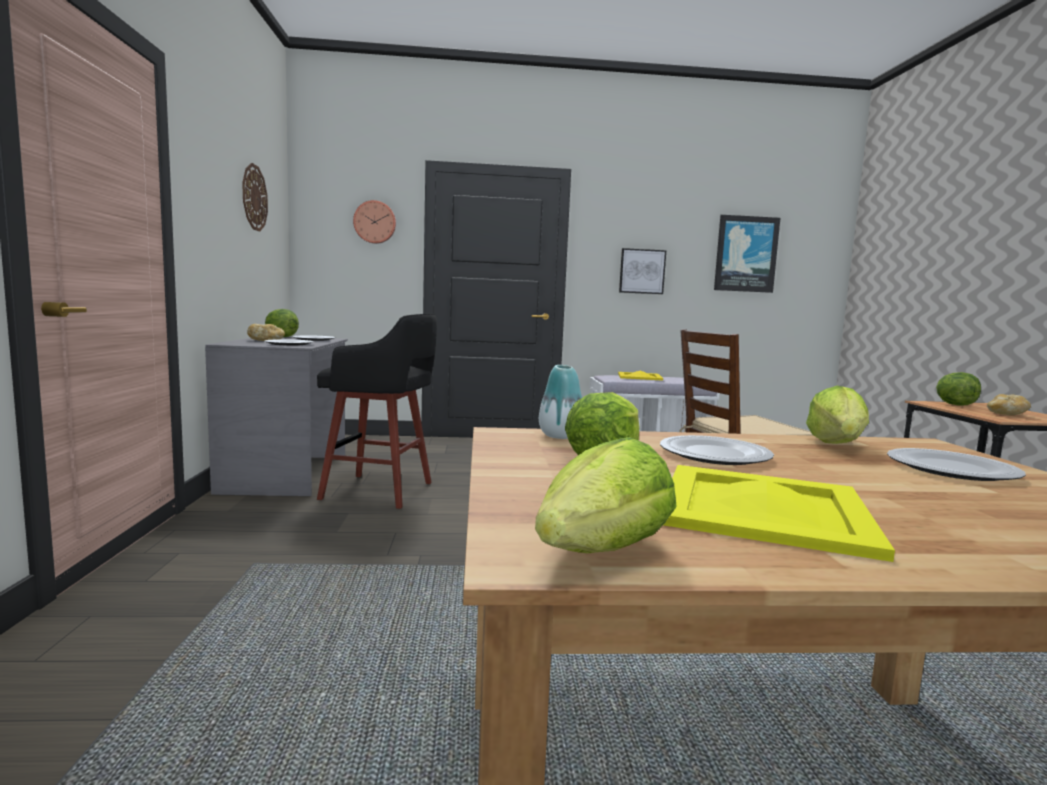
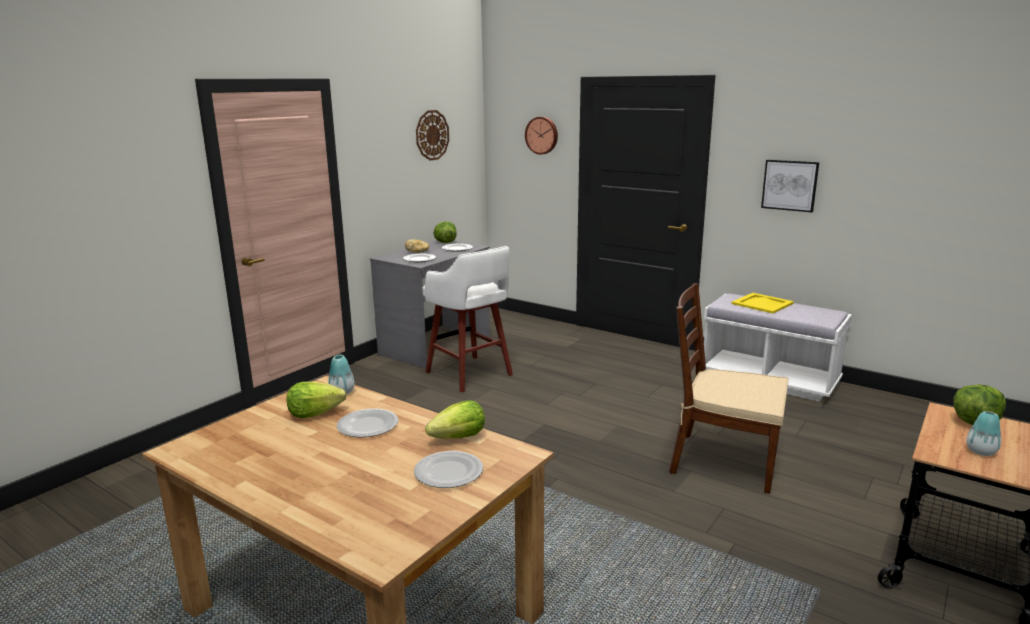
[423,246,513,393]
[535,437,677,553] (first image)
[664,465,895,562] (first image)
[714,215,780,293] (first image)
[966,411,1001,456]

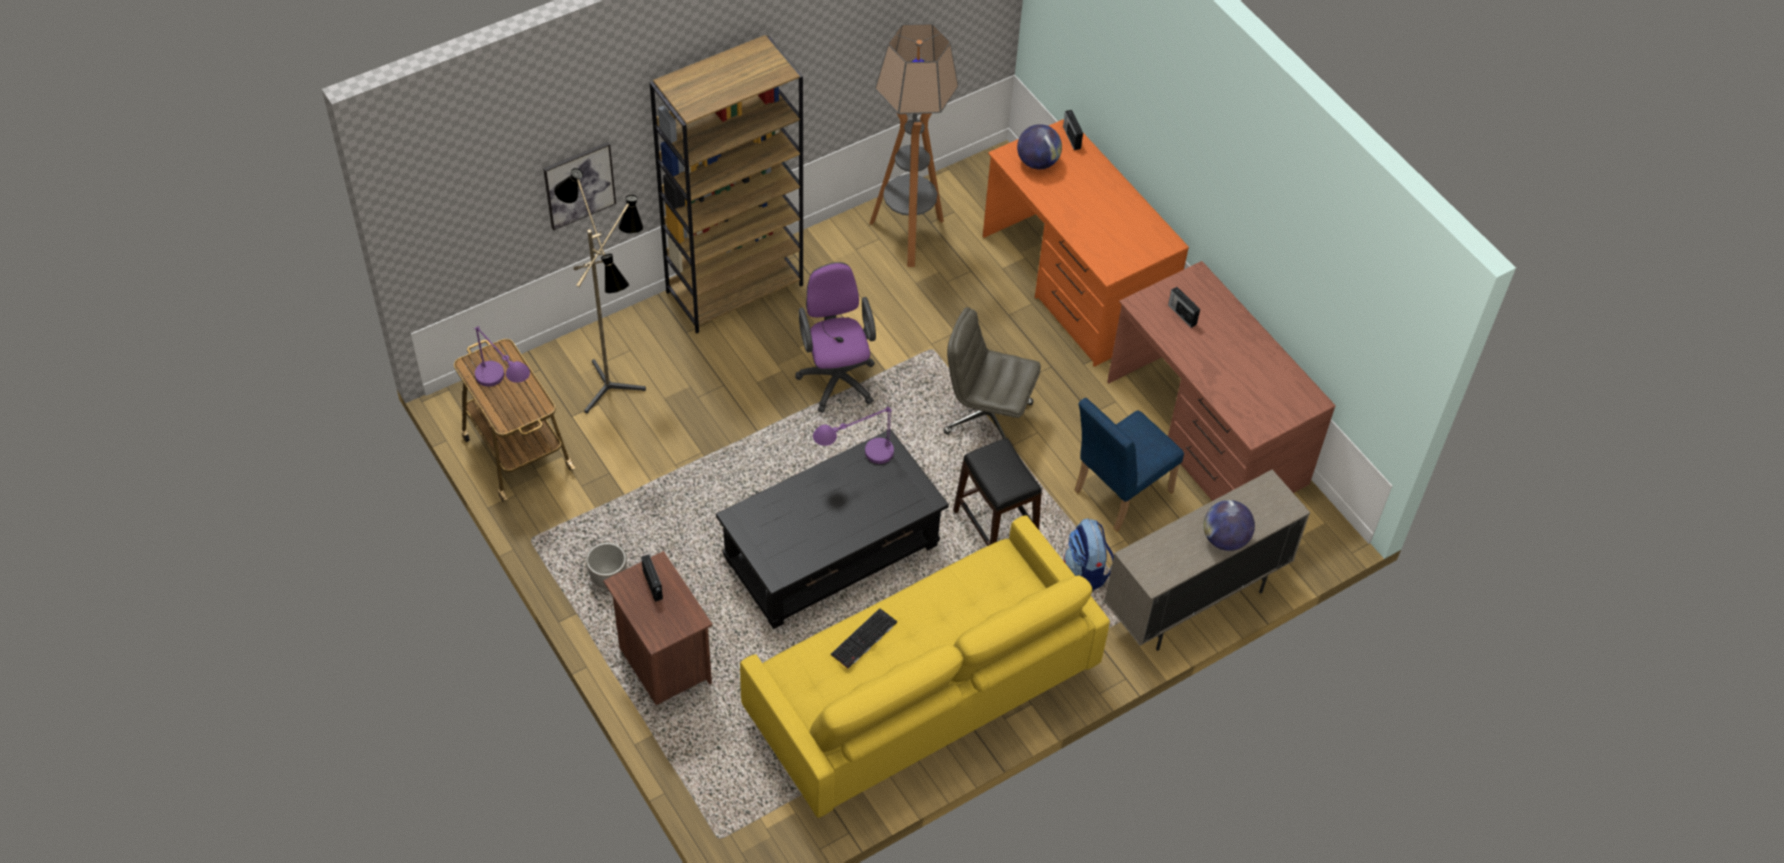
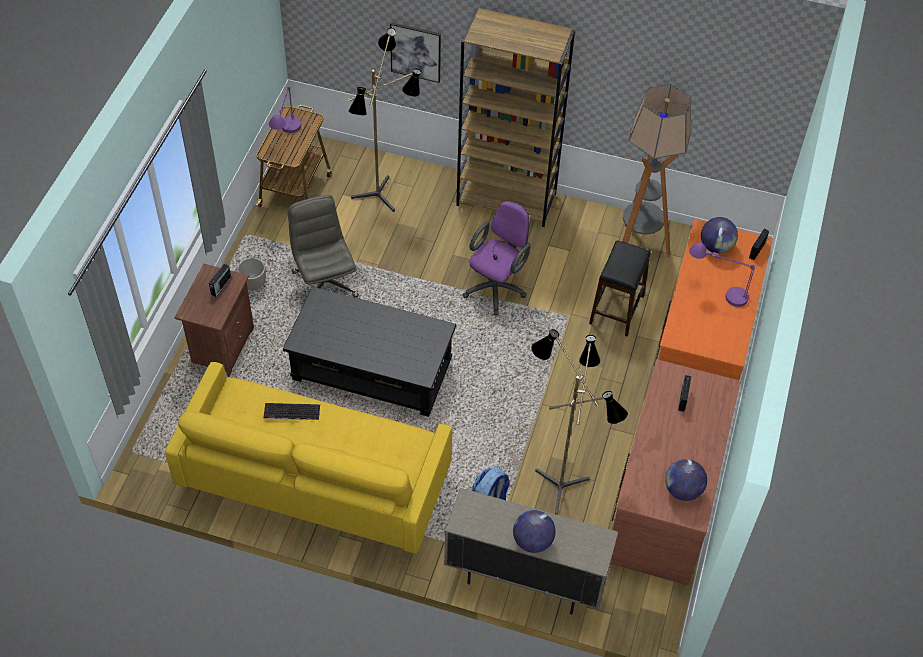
[689,243,755,307]
[288,195,359,298]
[589,241,651,337]
[531,329,628,515]
[665,459,707,501]

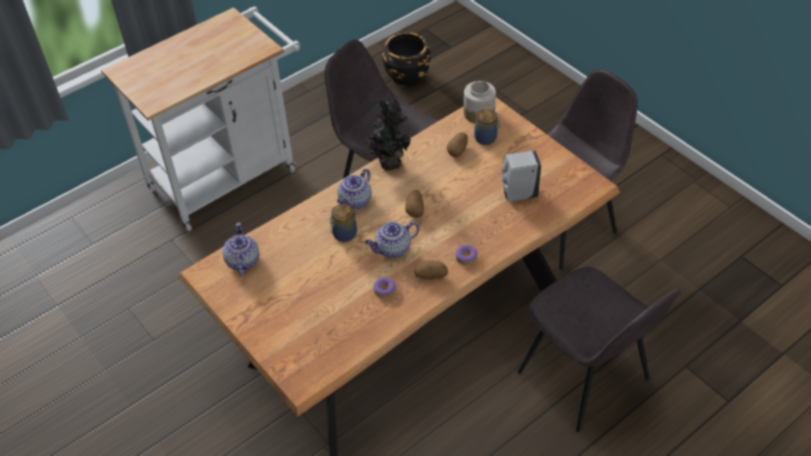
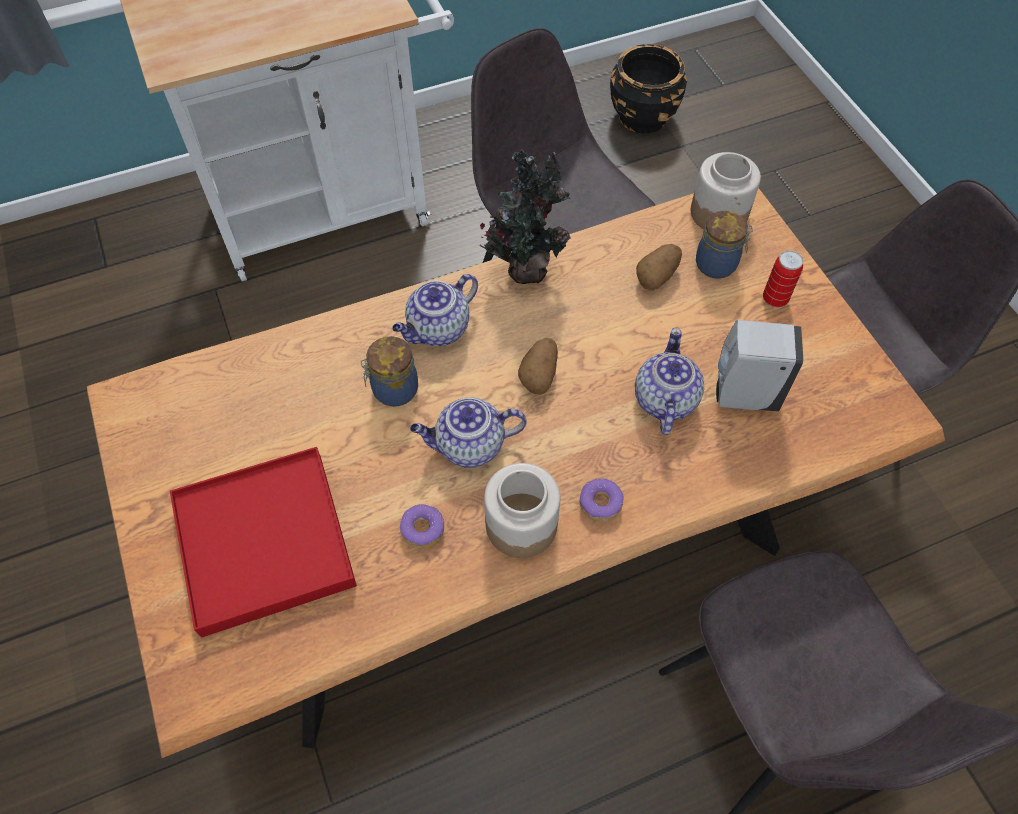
[635,328,704,435]
[484,463,560,558]
[170,447,357,637]
[763,250,803,308]

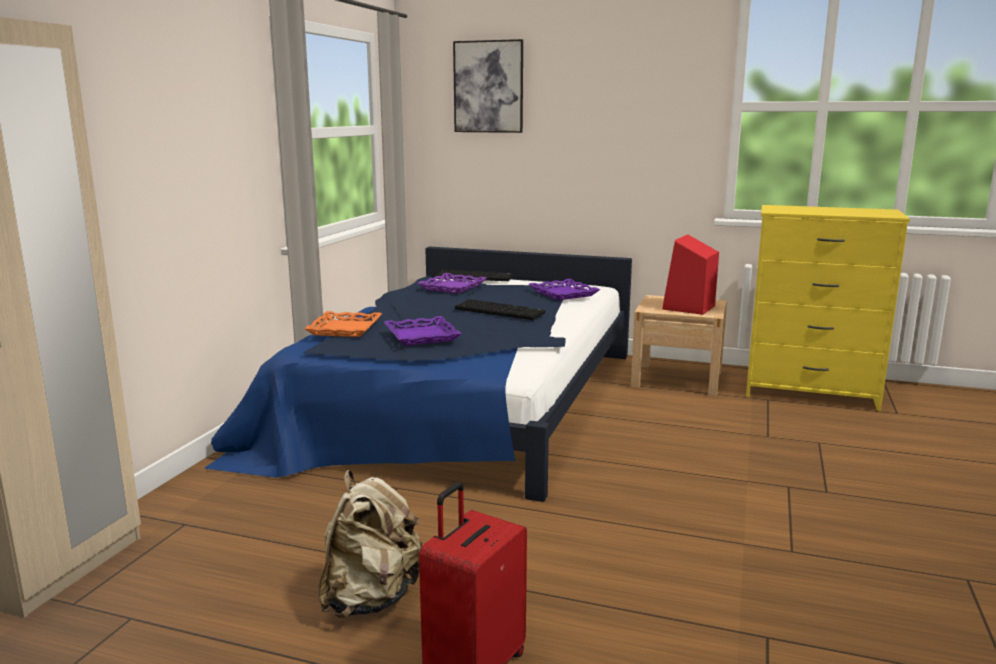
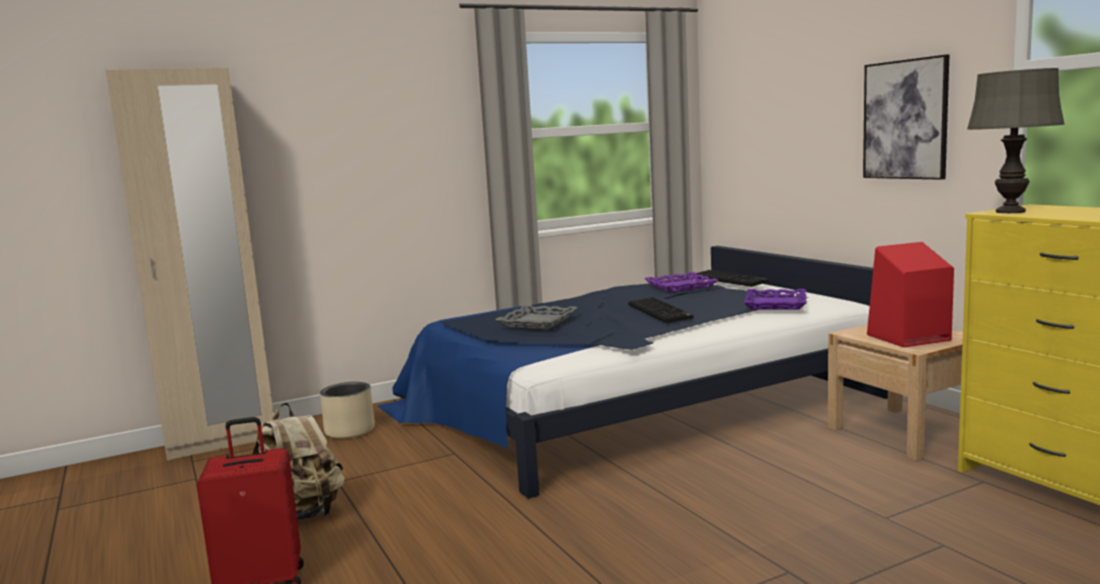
[304,311,382,337] (first image)
[495,305,578,329]
[863,54,949,180]
[320,382,375,439]
[967,68,1065,213]

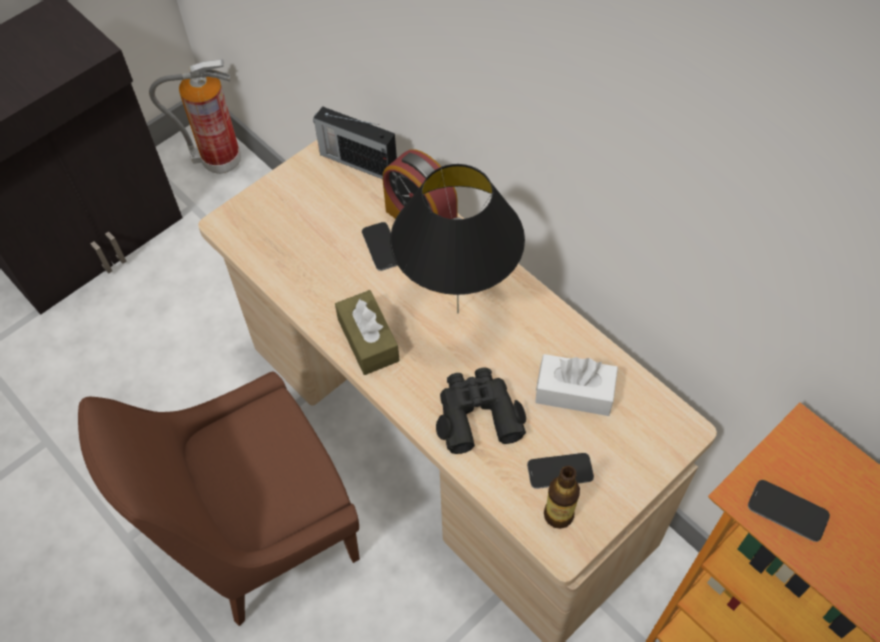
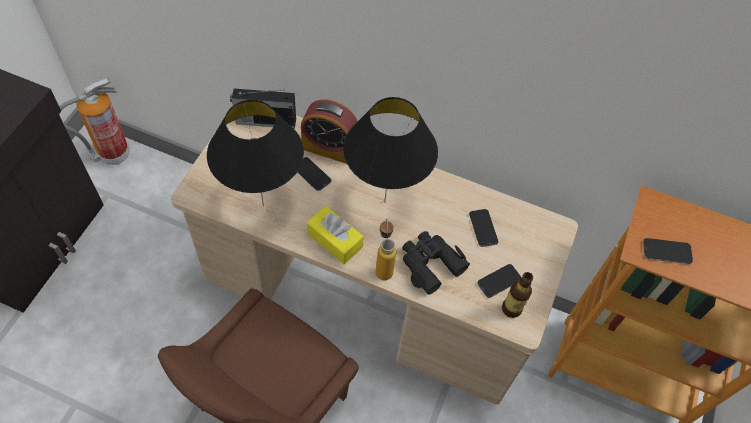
[307,206,364,264]
[469,209,498,247]
[207,100,304,206]
[376,218,396,280]

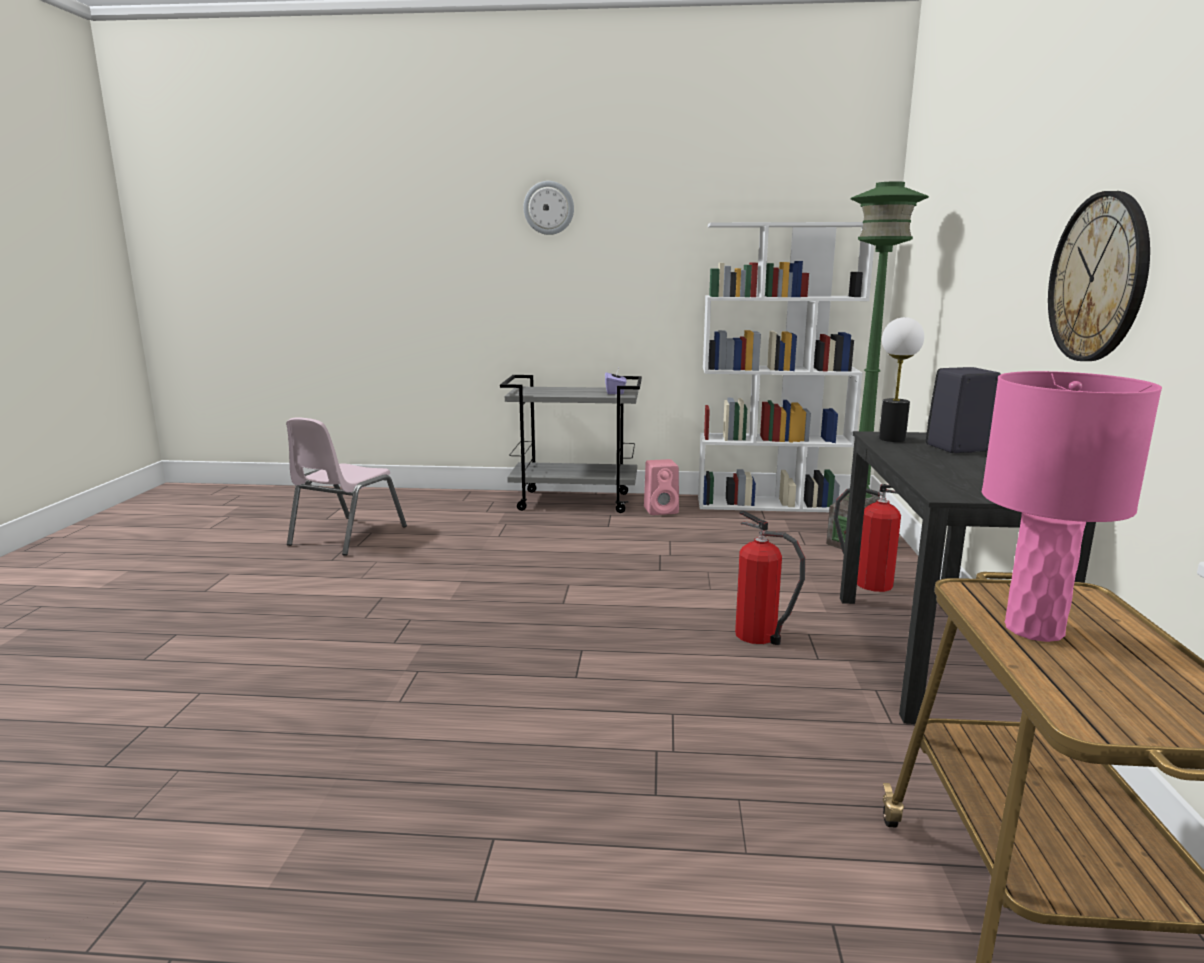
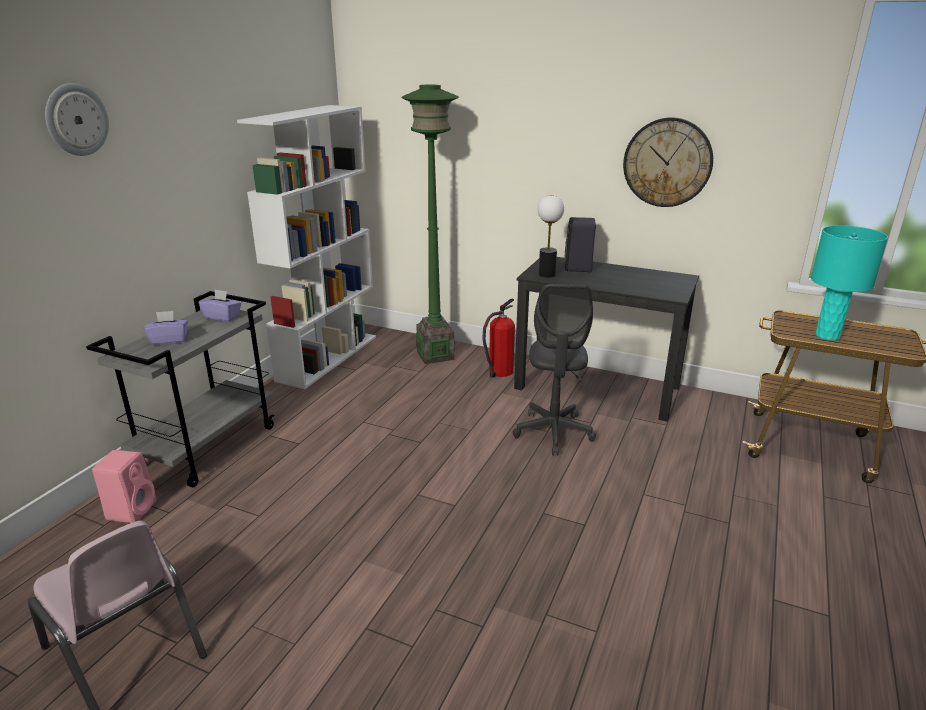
[92,450,156,523]
[512,284,596,456]
[811,225,888,340]
[143,311,188,345]

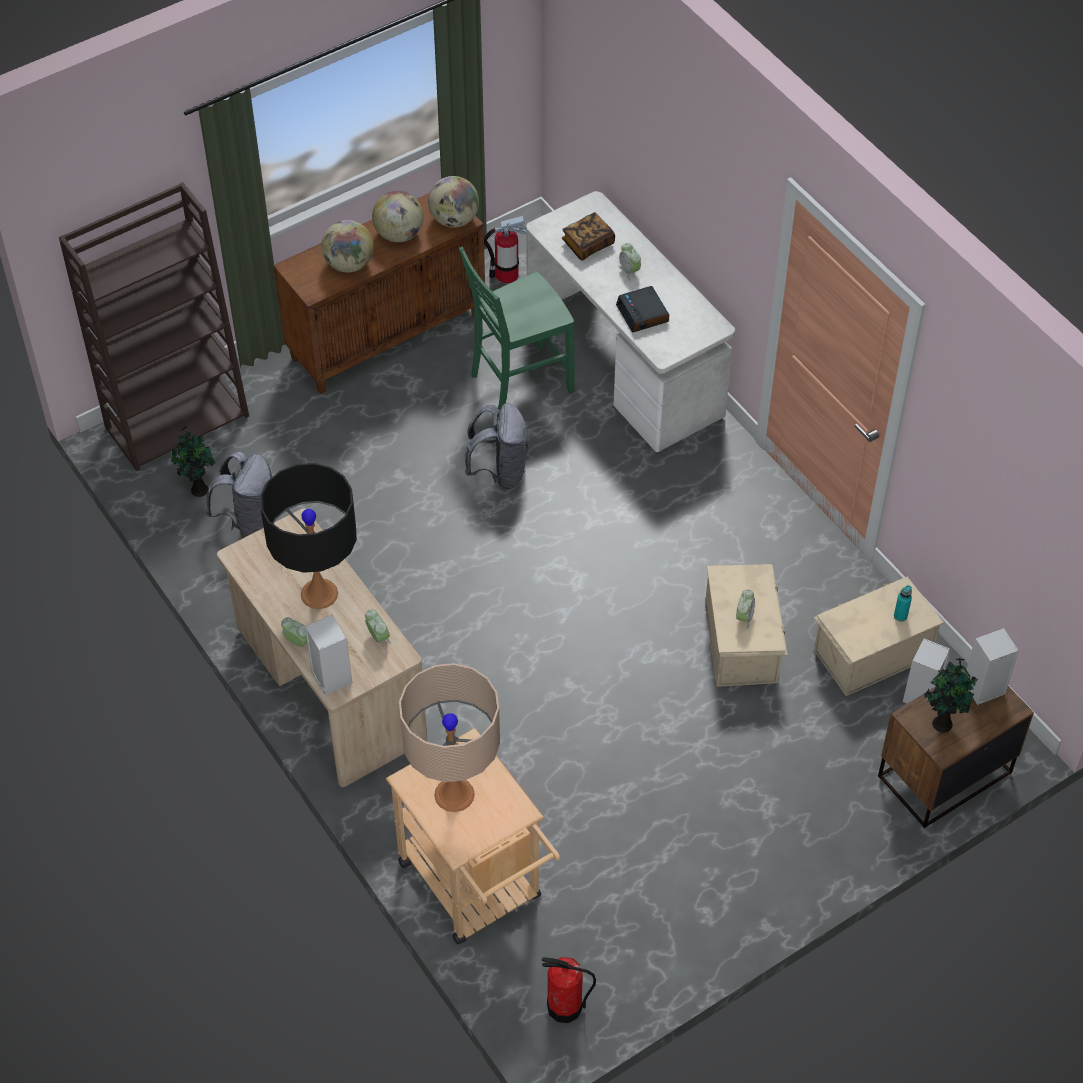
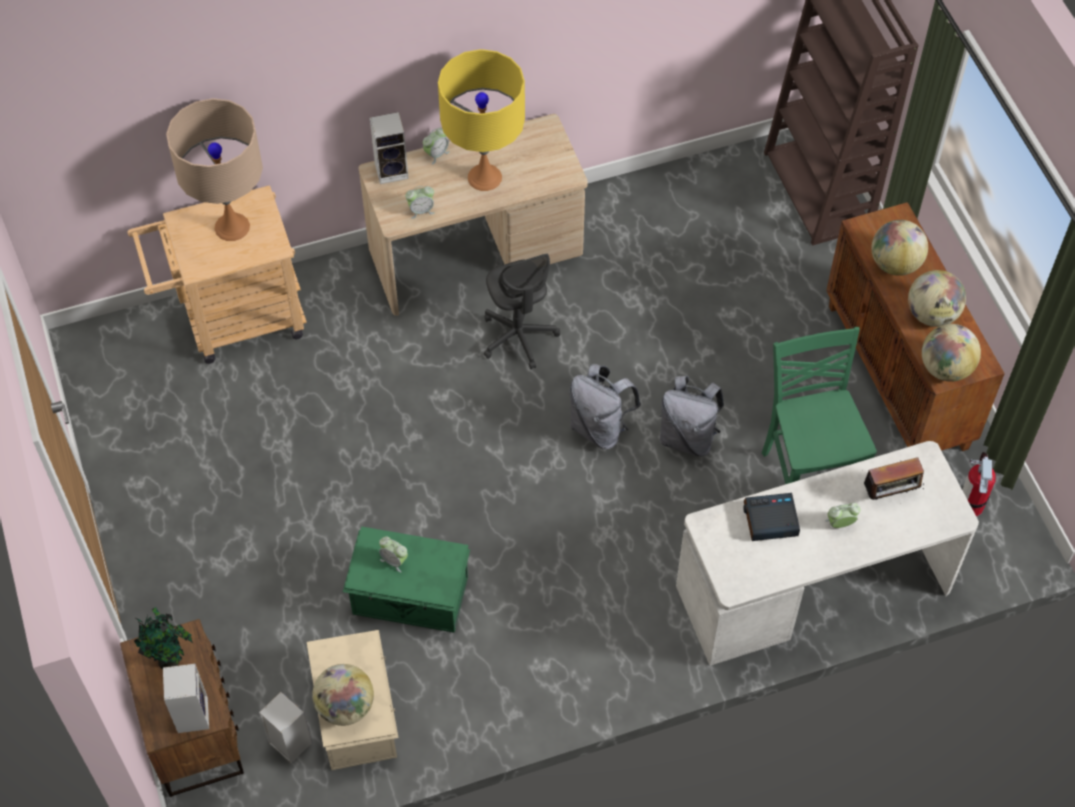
[171,426,215,497] (first image)
[570,364,641,449]
[438,49,525,191]
[542,957,596,1023] (first image)
[864,457,924,500]
[343,526,470,633]
[312,664,374,726]
[484,254,560,369]

